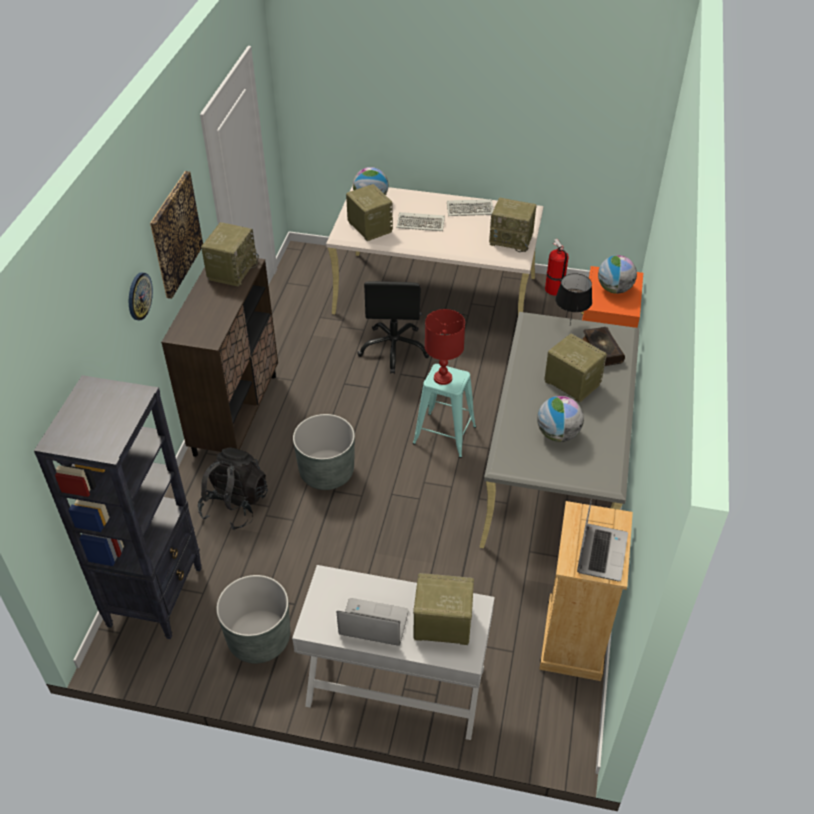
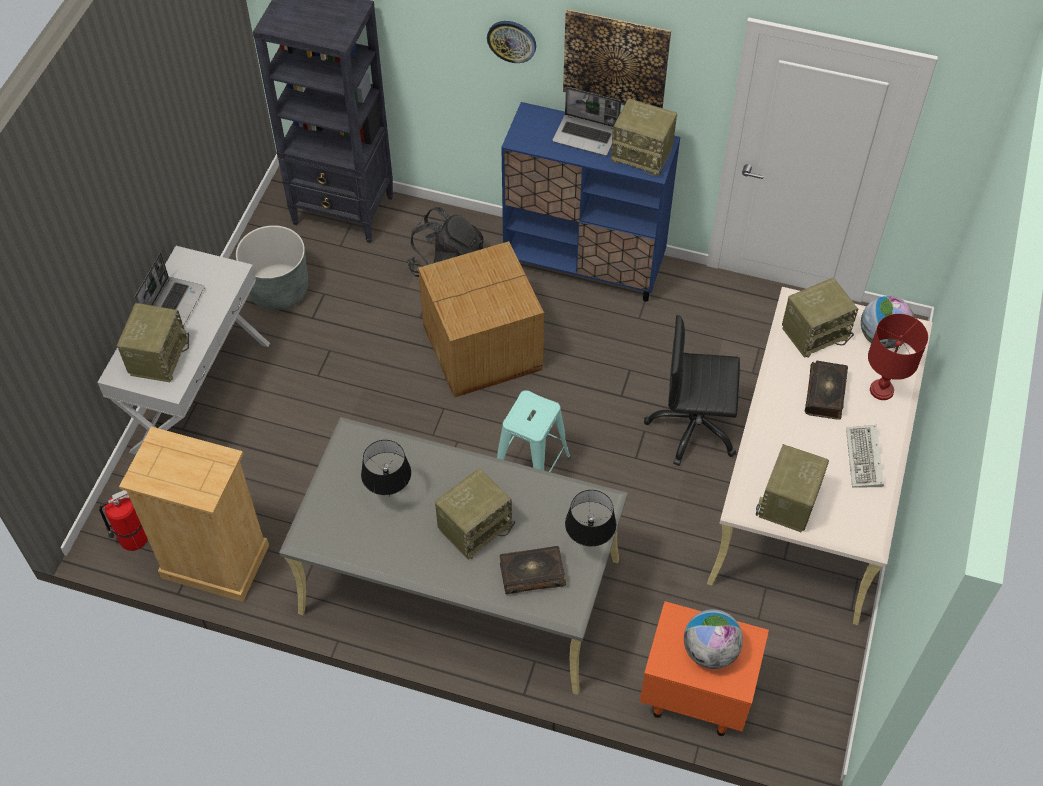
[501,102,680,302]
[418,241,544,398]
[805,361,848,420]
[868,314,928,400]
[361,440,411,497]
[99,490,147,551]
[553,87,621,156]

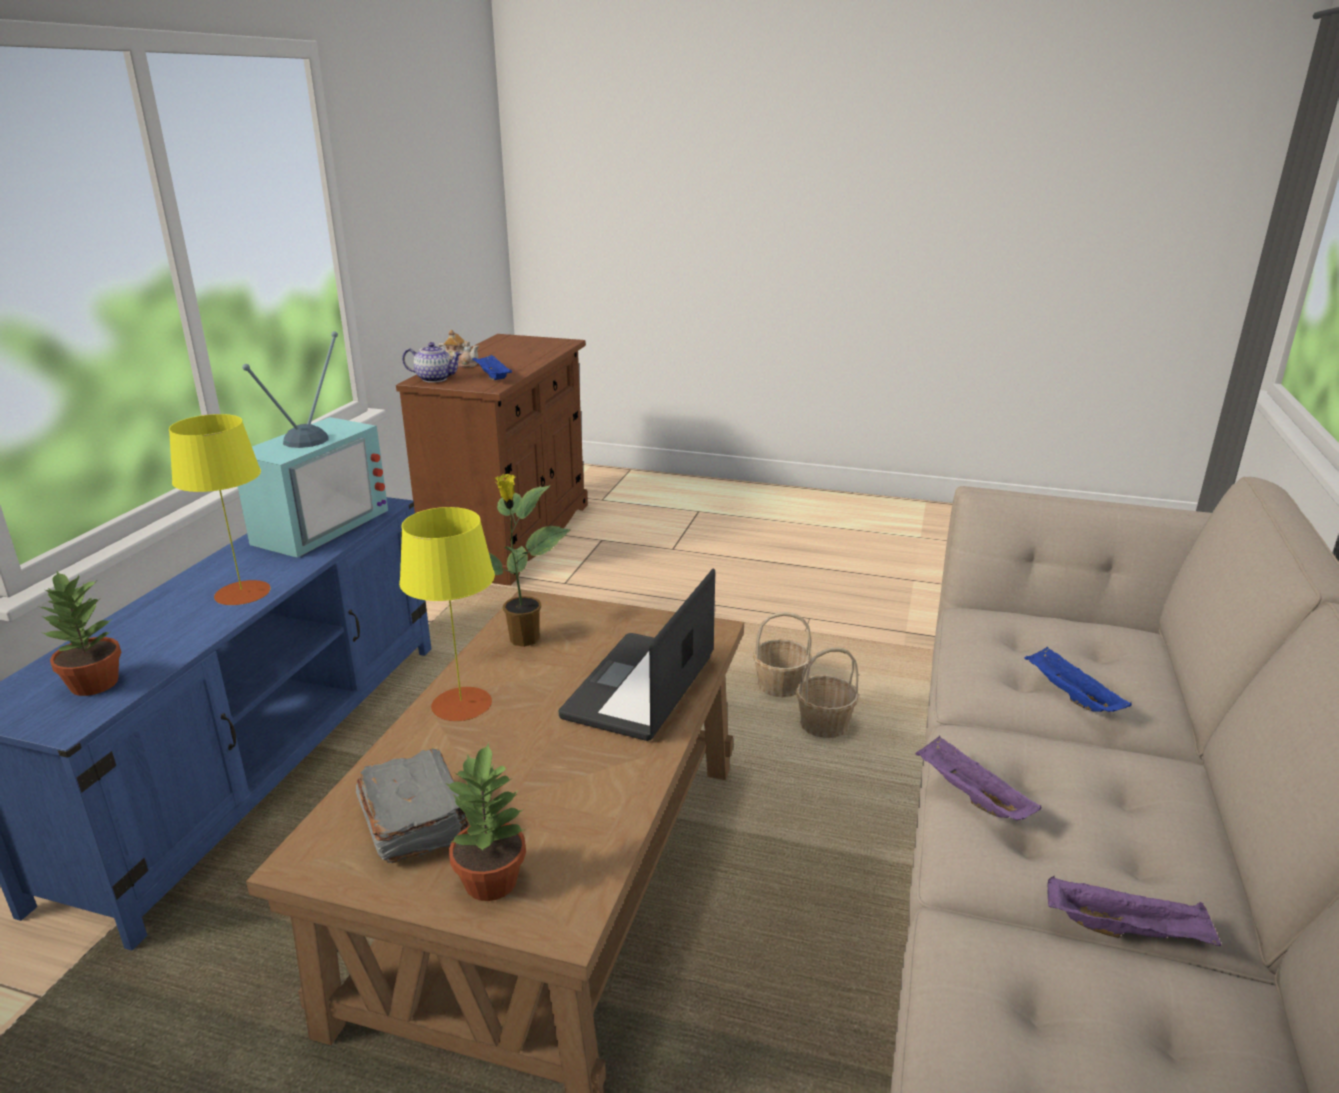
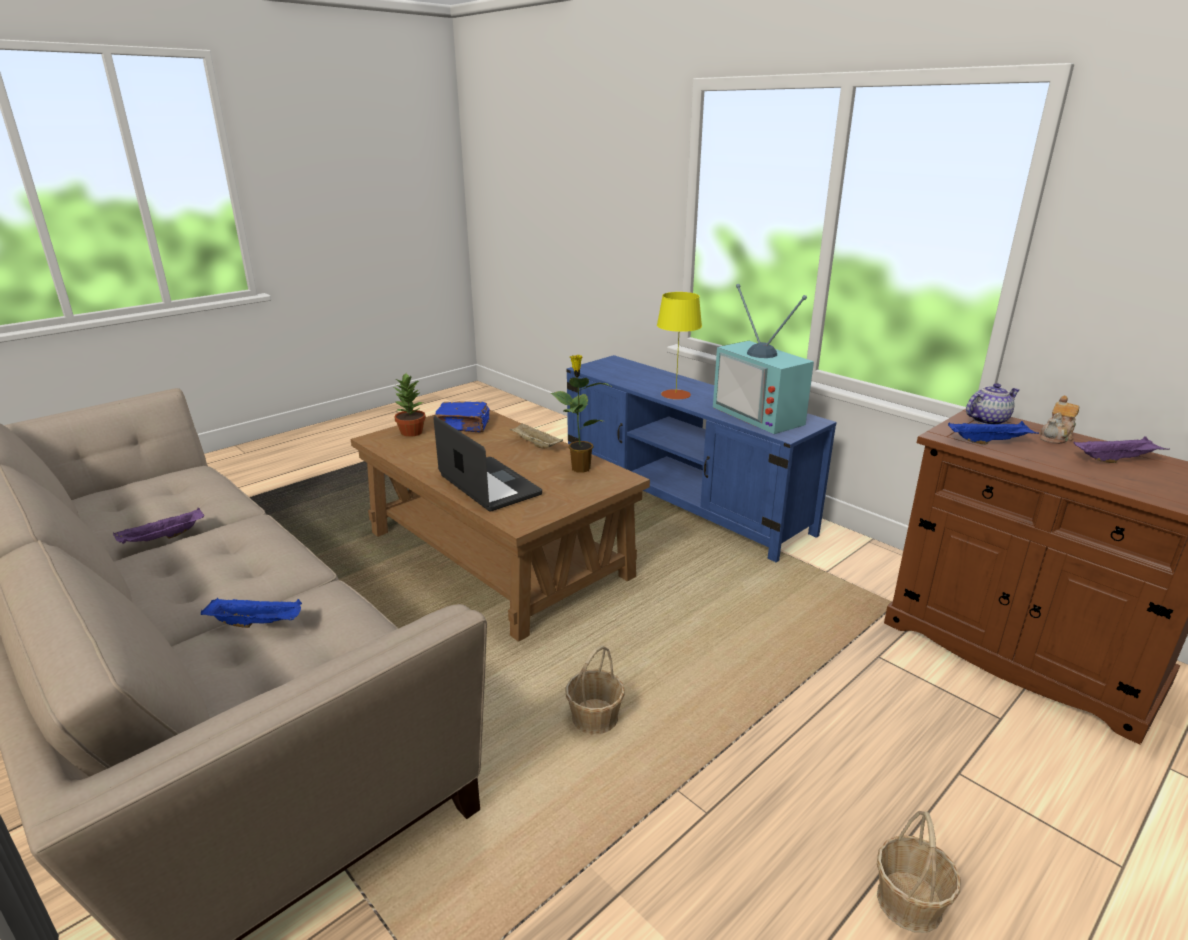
[38,571,121,696] (first image)
[434,401,490,433]
[510,423,563,449]
[966,383,1019,425]
[877,811,961,933]
[1074,436,1170,463]

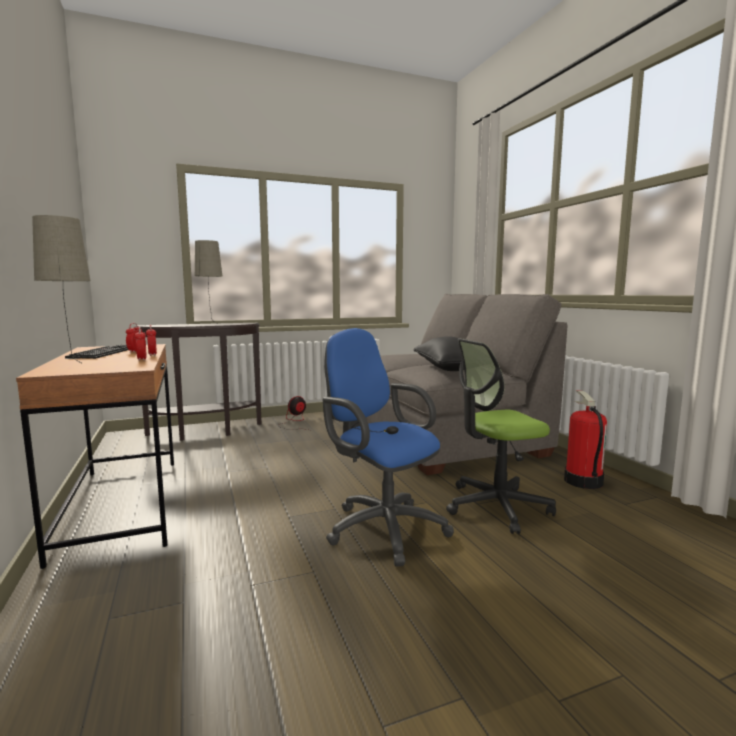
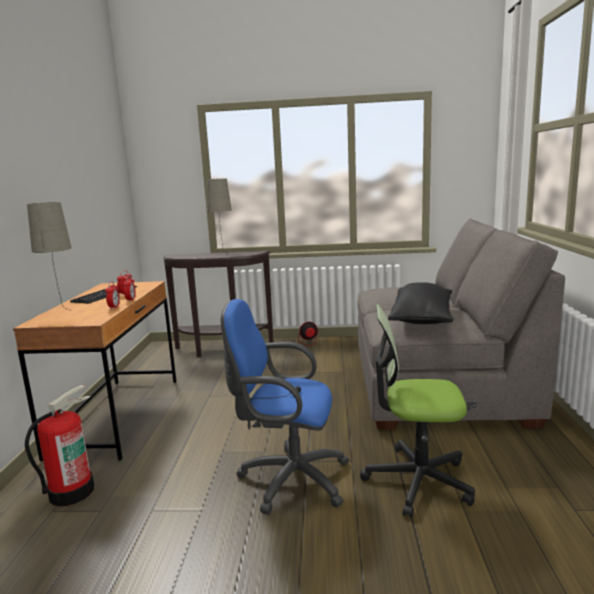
[221,299,349,515]
[25,385,95,506]

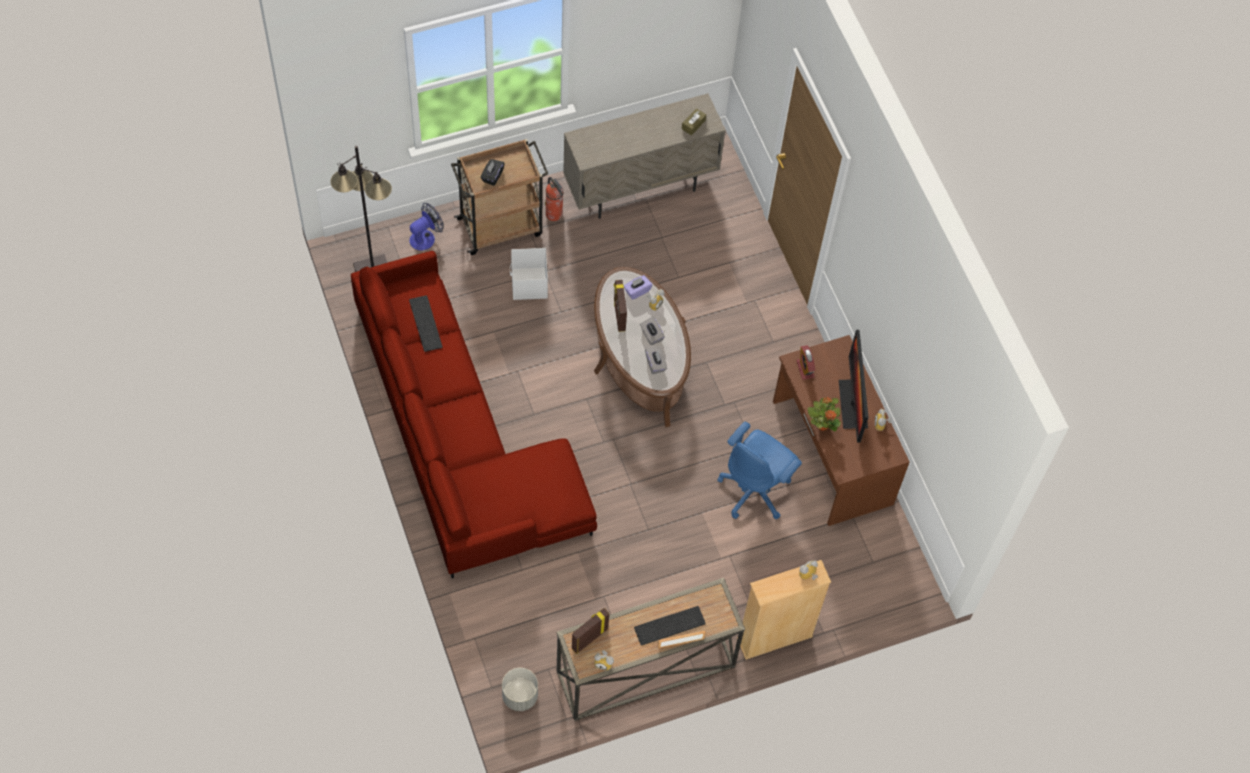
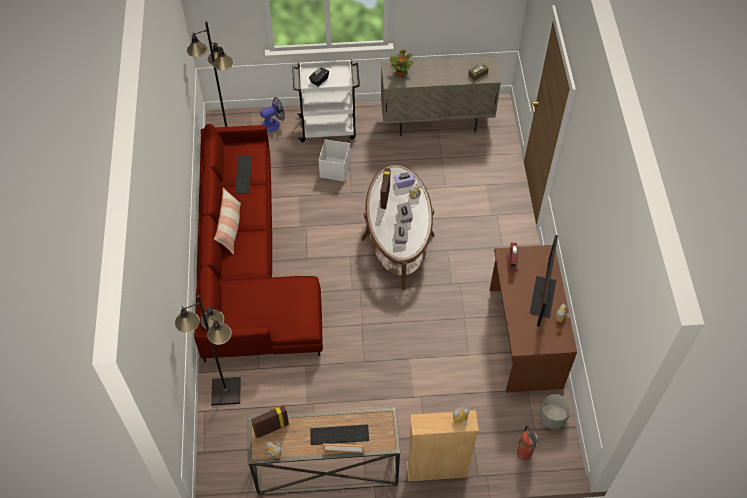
[292,60,360,142]
[539,394,571,430]
[517,425,538,460]
[717,422,802,519] (first image)
[390,50,413,77]
[175,295,240,405]
[214,188,241,255]

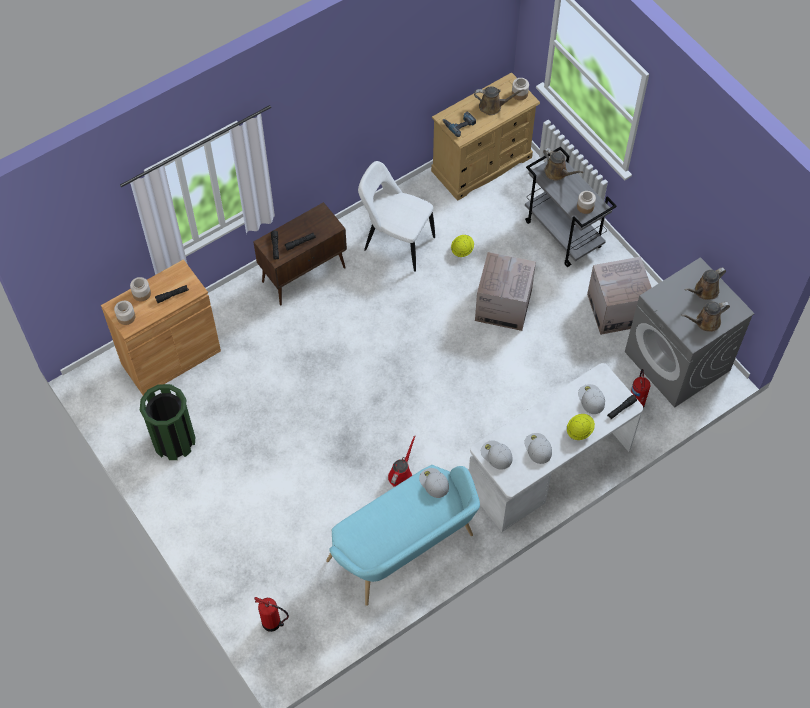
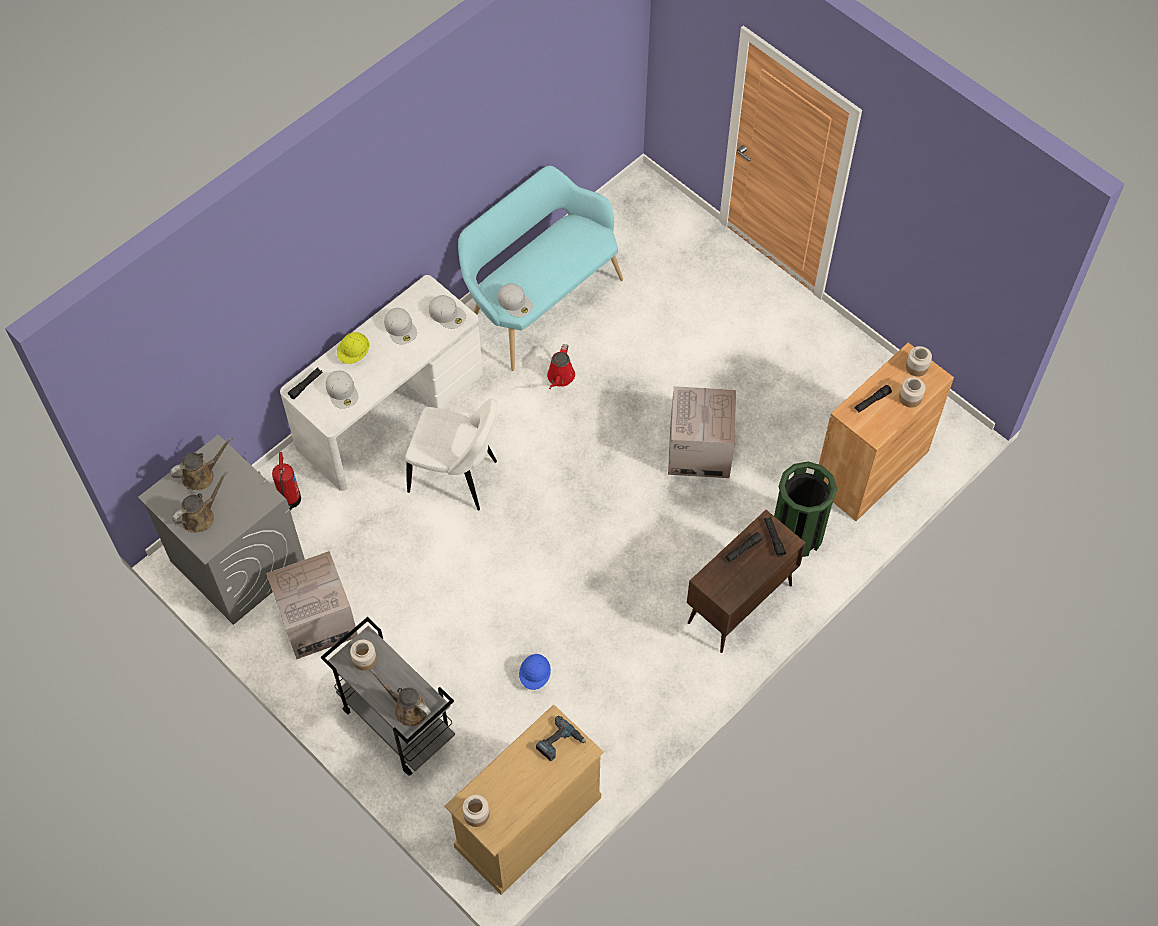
[774,462,837,557]
[254,597,289,632] (first image)
[405,399,498,510]
[519,654,551,690]
[474,86,524,115] (first image)
[668,386,736,478]

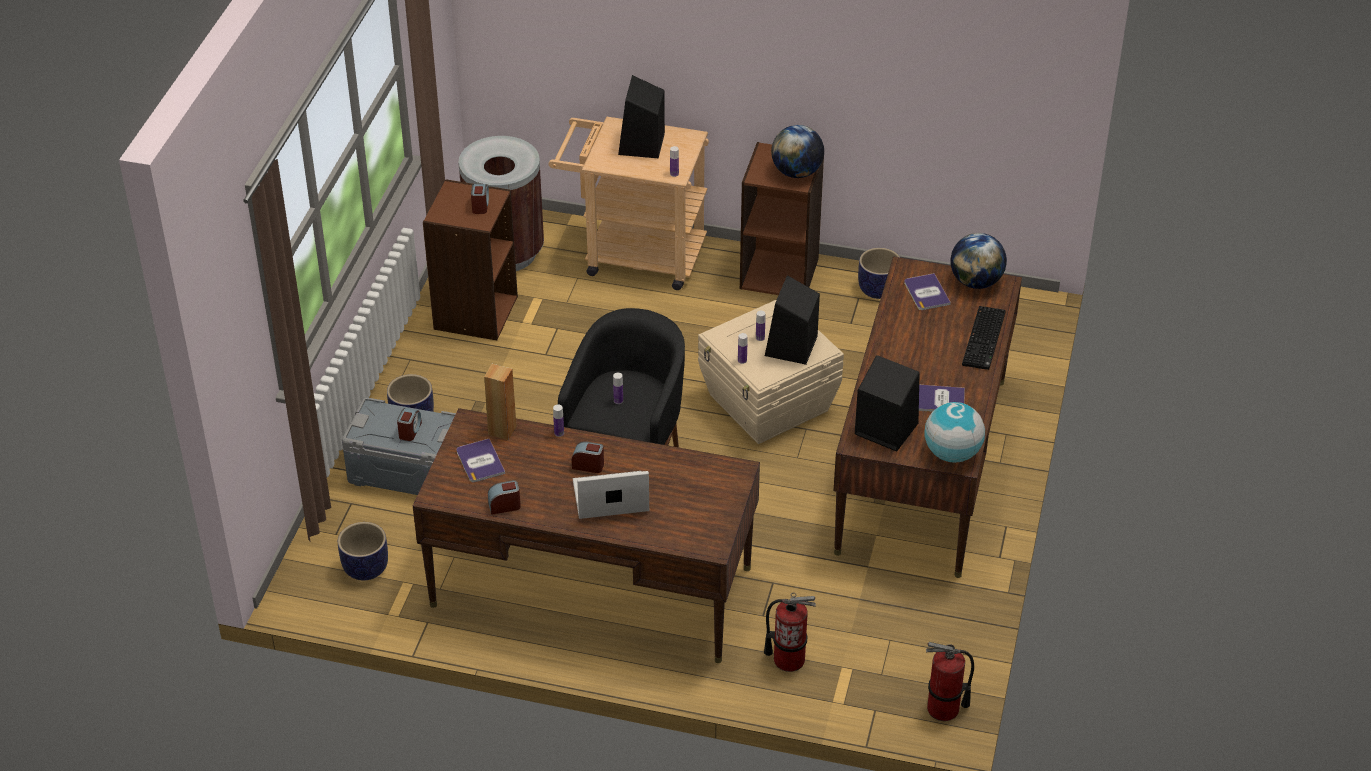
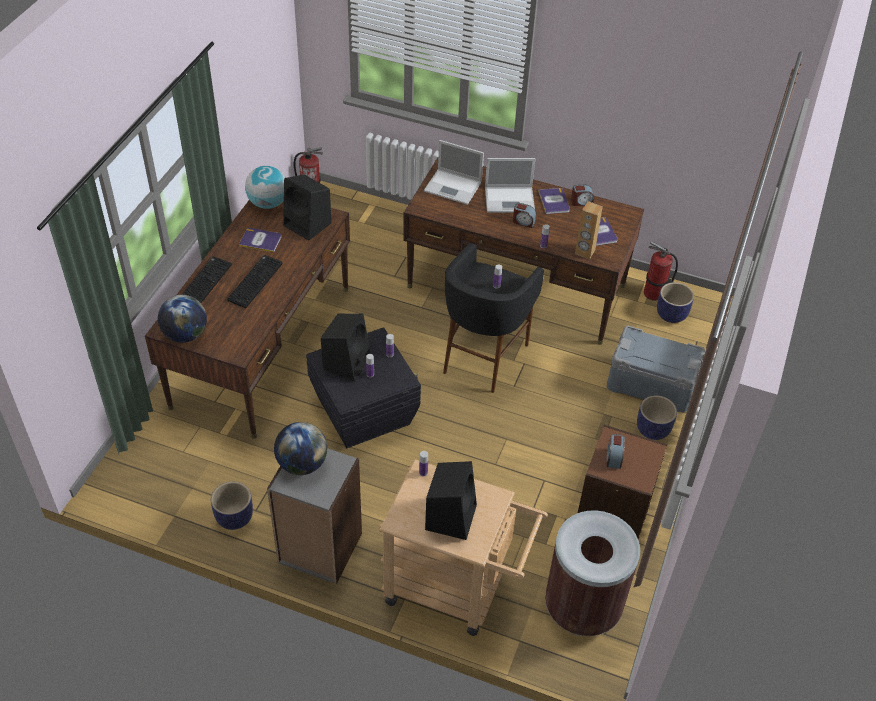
[397,408,422,441] (first image)
[306,327,421,448]
[267,448,362,584]
[644,241,678,301]
[538,188,570,214]
[227,255,283,308]
[424,140,484,205]

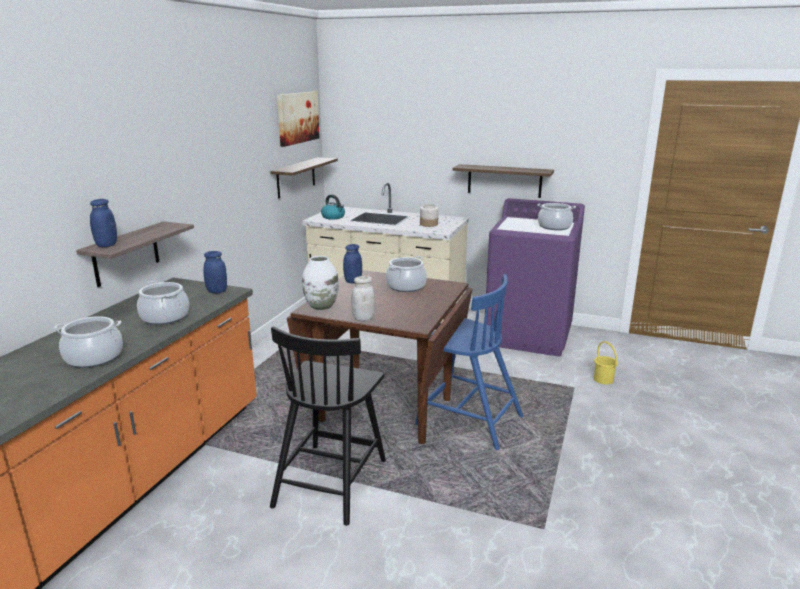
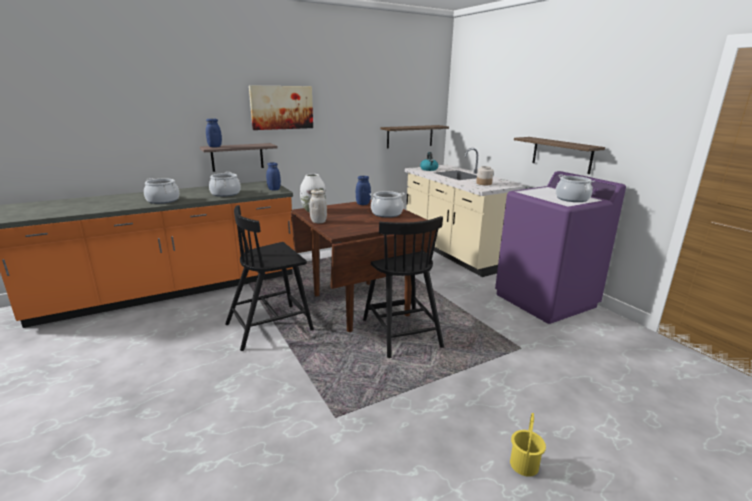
[249,85,313,130]
[363,216,444,358]
[510,413,546,477]

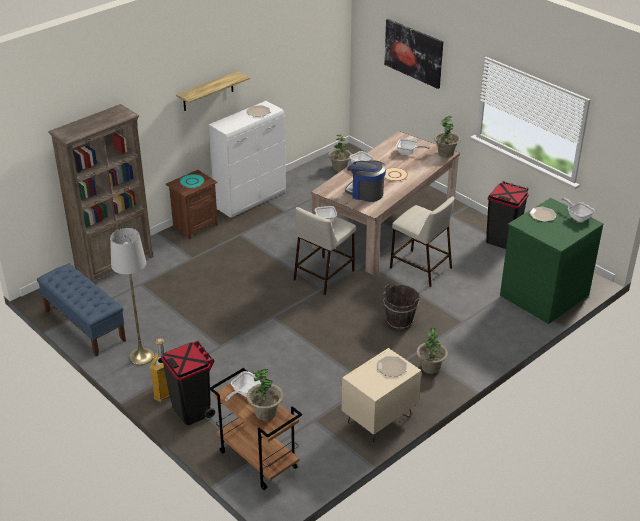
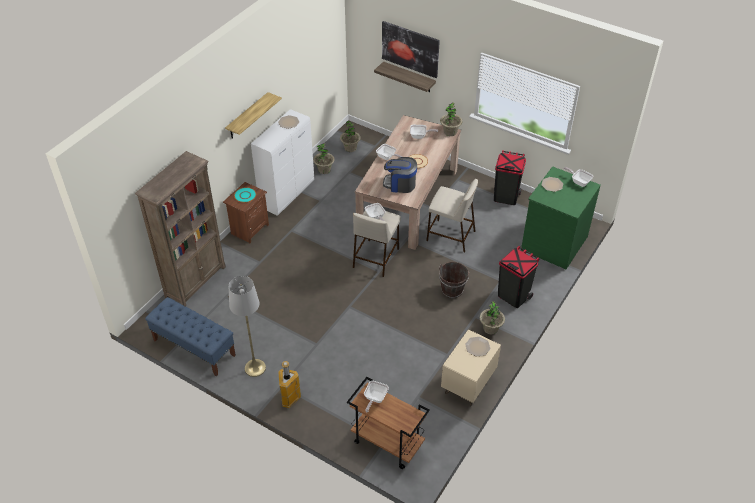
[498,246,540,308]
[313,143,335,174]
[374,61,436,92]

